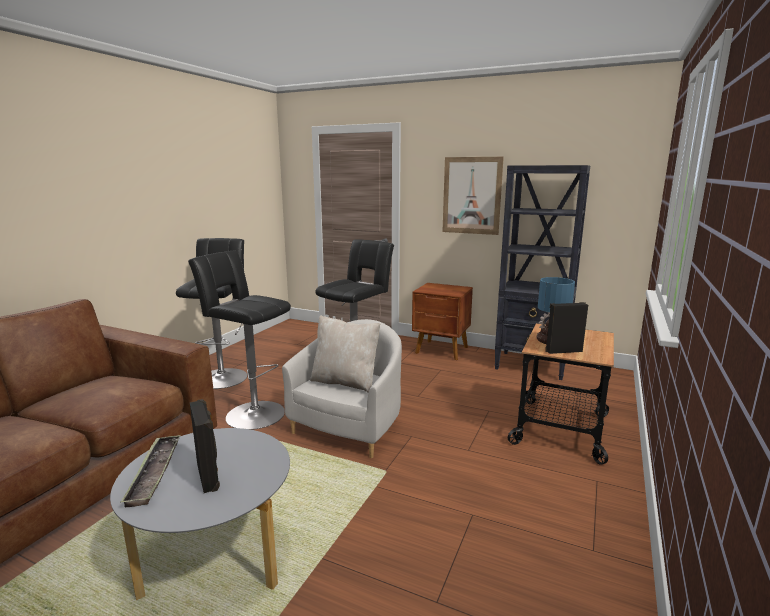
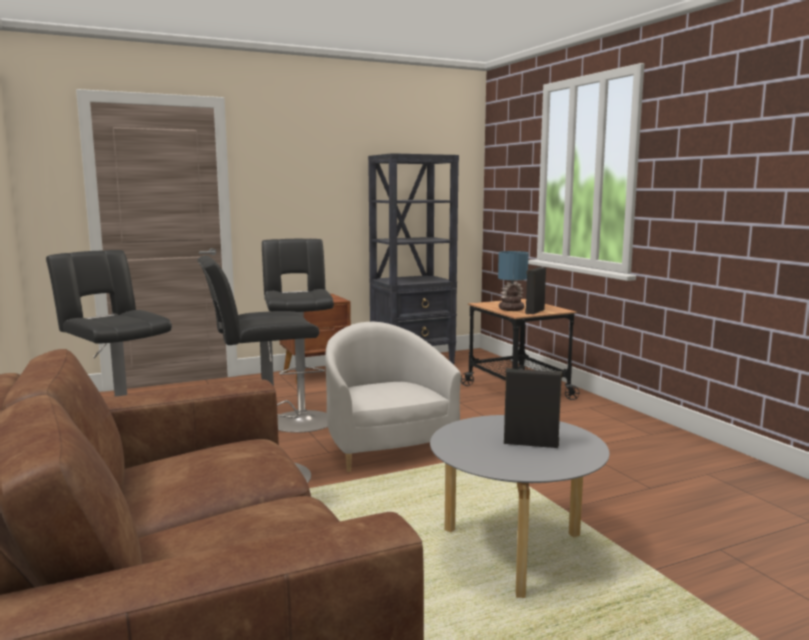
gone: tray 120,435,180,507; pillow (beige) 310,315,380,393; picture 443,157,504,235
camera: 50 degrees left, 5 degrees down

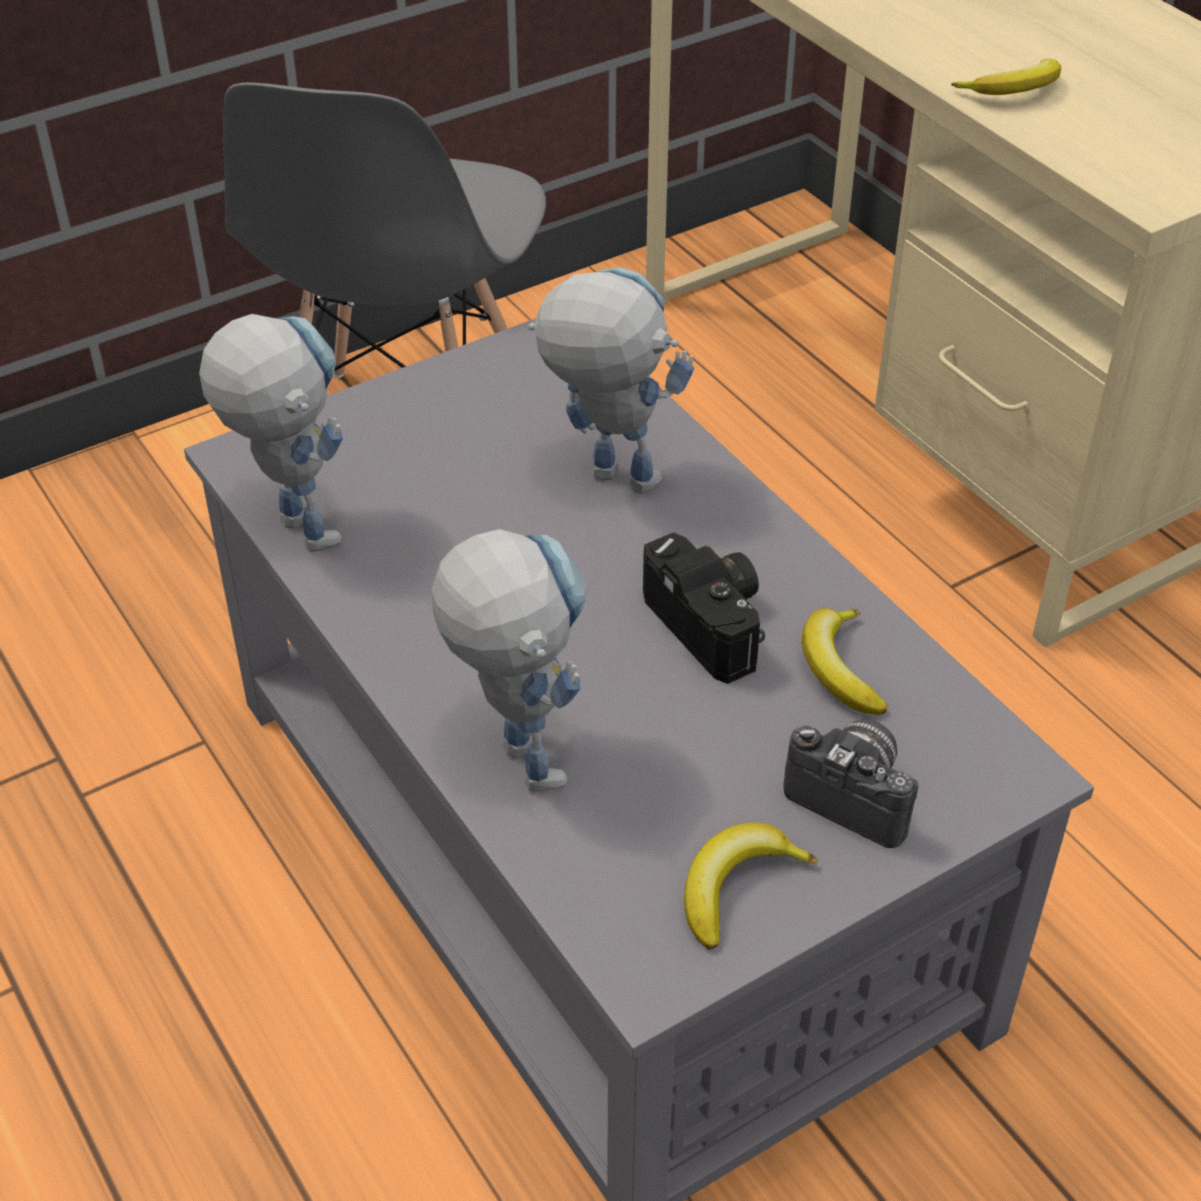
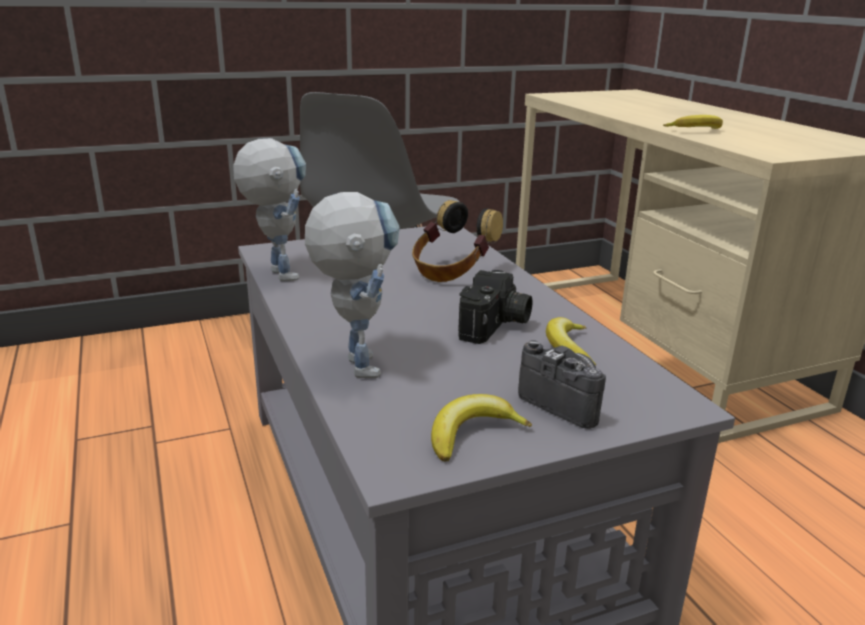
swapped: toy robot 528,267,694,494 to headphones 412,200,503,282
rotated: photo camera 643,532,765,684 = 458,270,532,344 45 degrees clockwise
camera: 10 degrees right, 20 degrees down

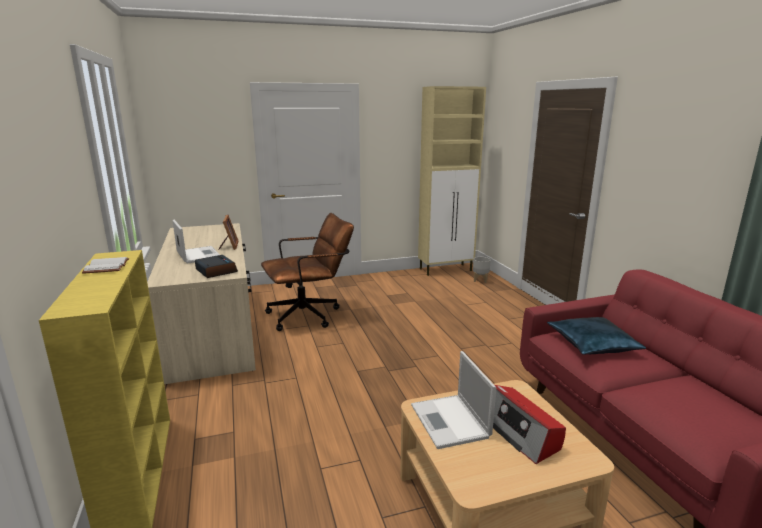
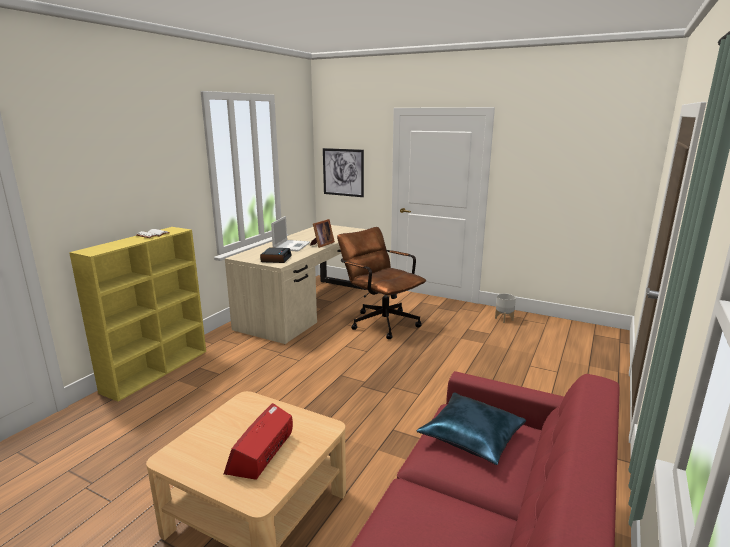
gone: laptop 411,351,496,449; cabinet (beige) 418,86,486,276
new: picture 323,148,364,197
shifted: planter (grey) 473,257,491,283 to 495,293,516,323
rotated: office chair (brown) 261,213,354,331 = 337,227,426,339 150 degrees counterclockwise
camera: 45 degrees right, 0 degrees up

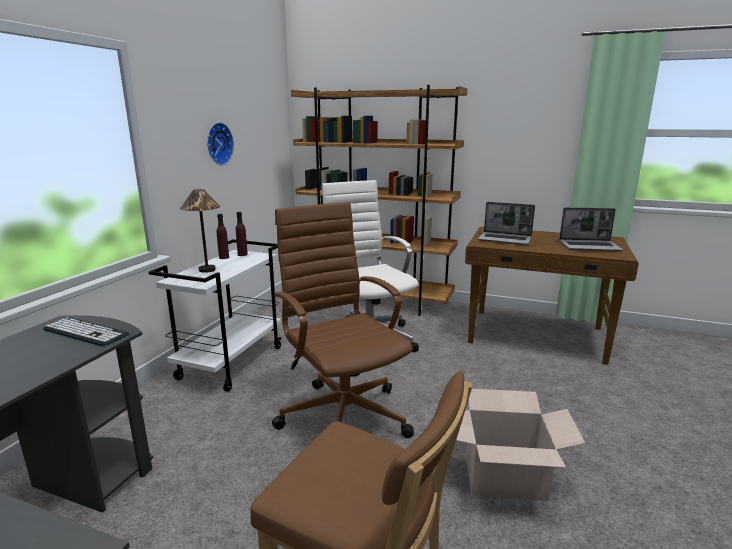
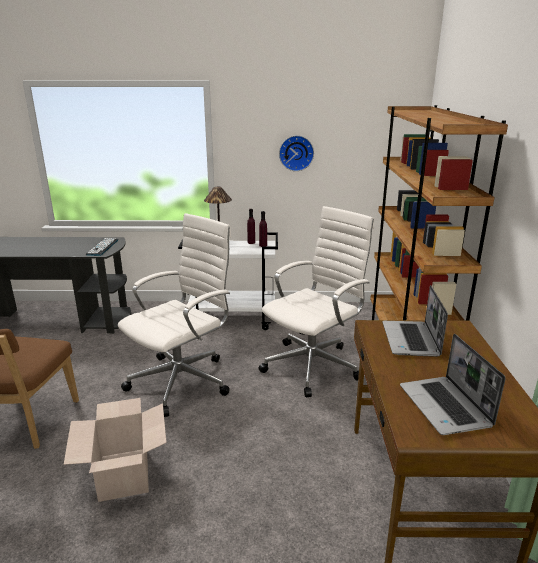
repainted: office chair (brown) 272,202,414,438 to office chair (white) 118,213,232,417
camera: 70 degrees right, 5 degrees up

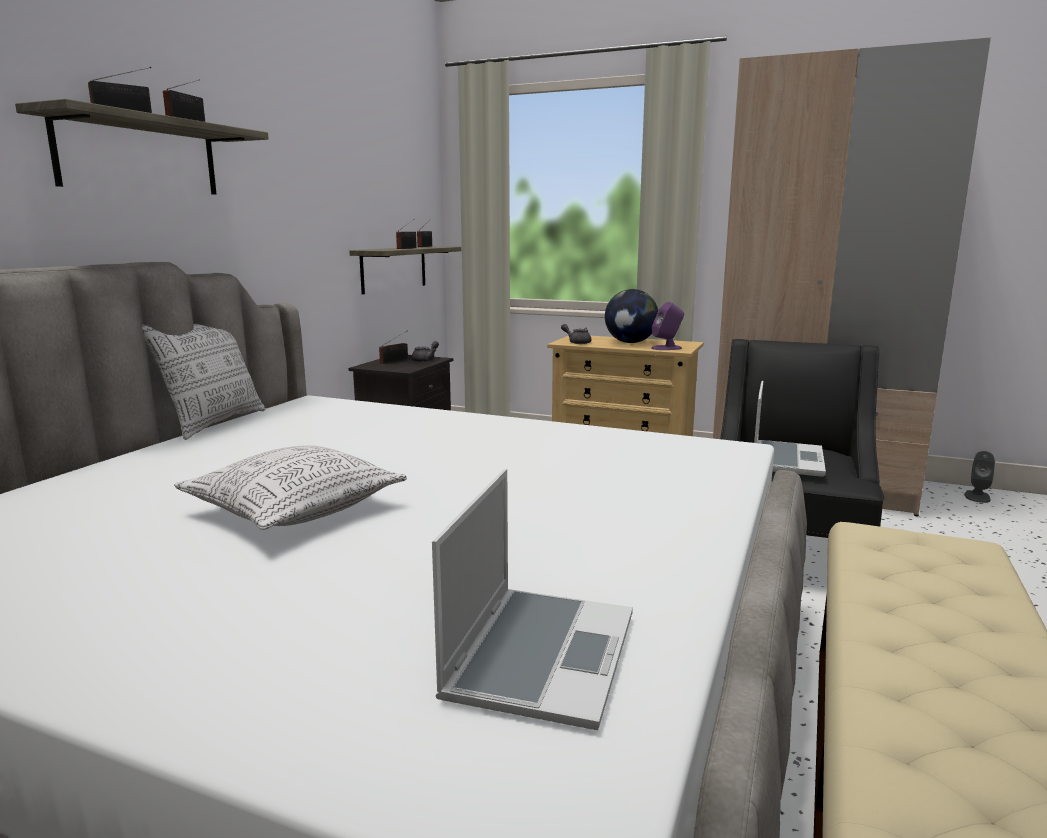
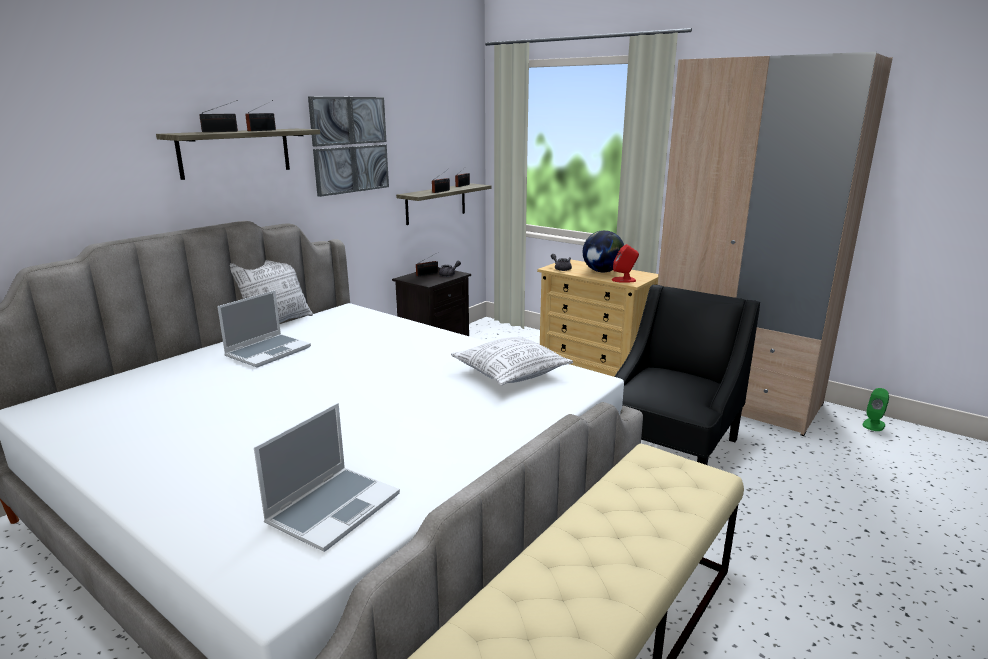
new: picture 308,97,389,197
shifted: laptop 754,381,826,477 to 217,290,311,368; pillow 174,445,407,530 to 451,336,573,385
repainted: speaker (purple) 651,302,684,350 to speaker (red) 612,244,639,283; speaker (grey) 965,451,995,503 to speaker (green) 863,388,889,431
camera: 15 degrees right, 5 degrees up

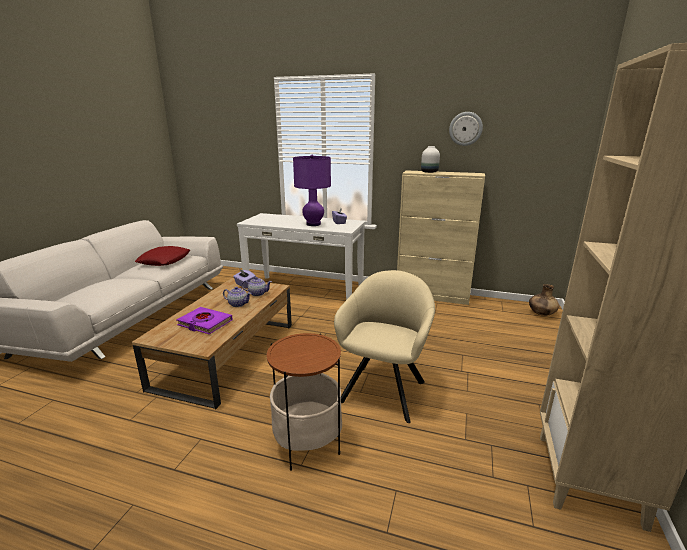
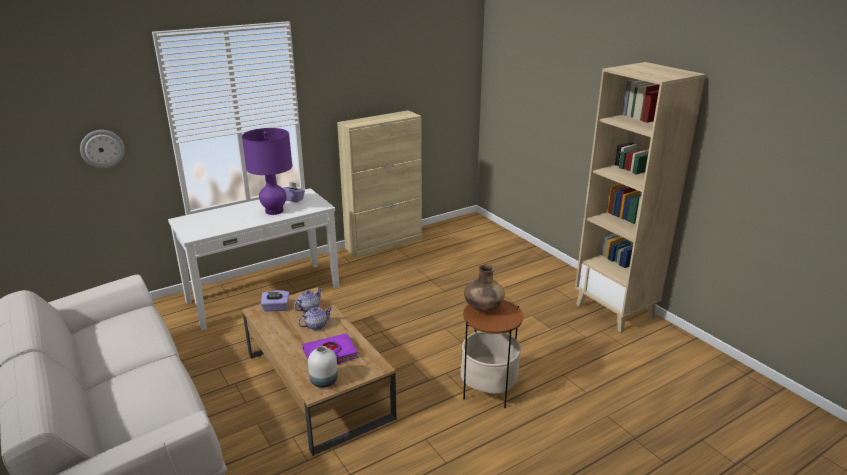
gone: pillow (red) 135,246,190,266; armchair (beige) 334,270,435,423
shifted: wall clock 449,112,483,146 to 80,130,125,169; vase (white) 421,146,440,173 to 308,346,338,388; vase (brown) 529,284,559,316 to 464,265,505,311
camera: 50 degrees left, 5 degrees up

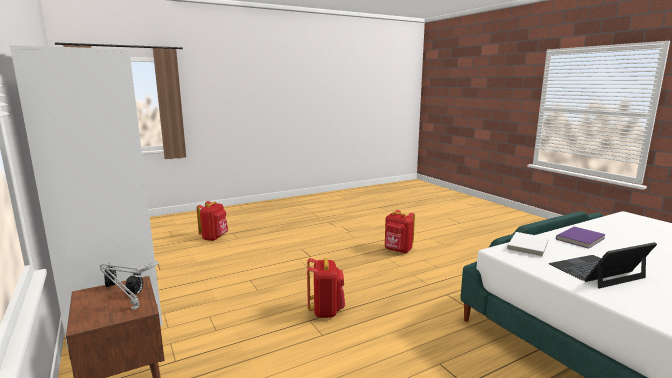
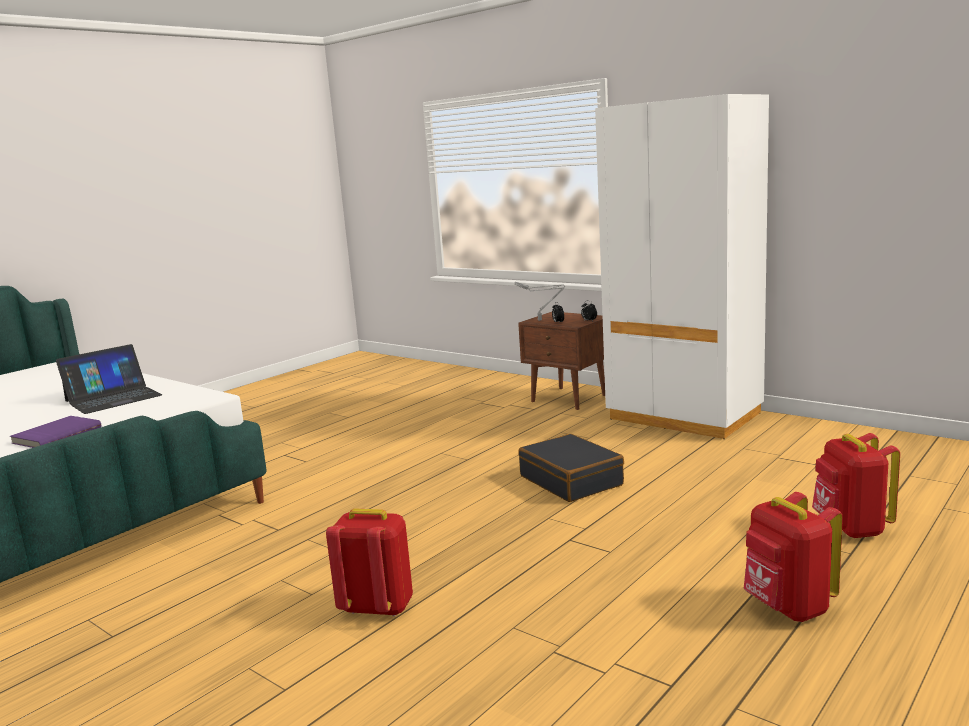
gone: book (white) 507,232,549,257
new: suitcase (black) 518,434,624,502
shifted: backpack (red) 307,258,345,318 to 744,492,843,622
camera: 160 degrees right, 0 degrees up

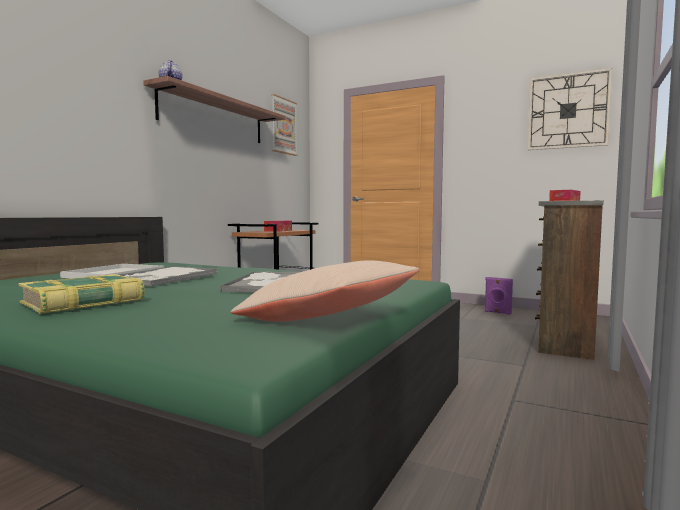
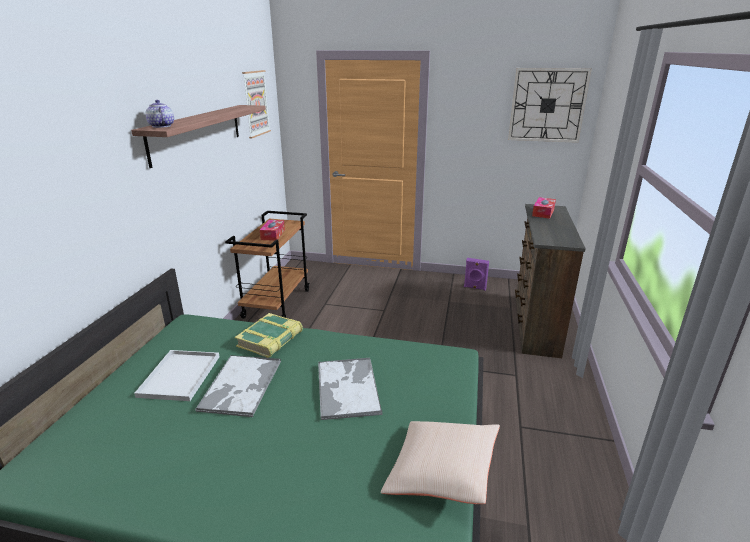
shifted: book 18,274,144,314 to 235,313,303,358
camera: 15 degrees left, 20 degrees up

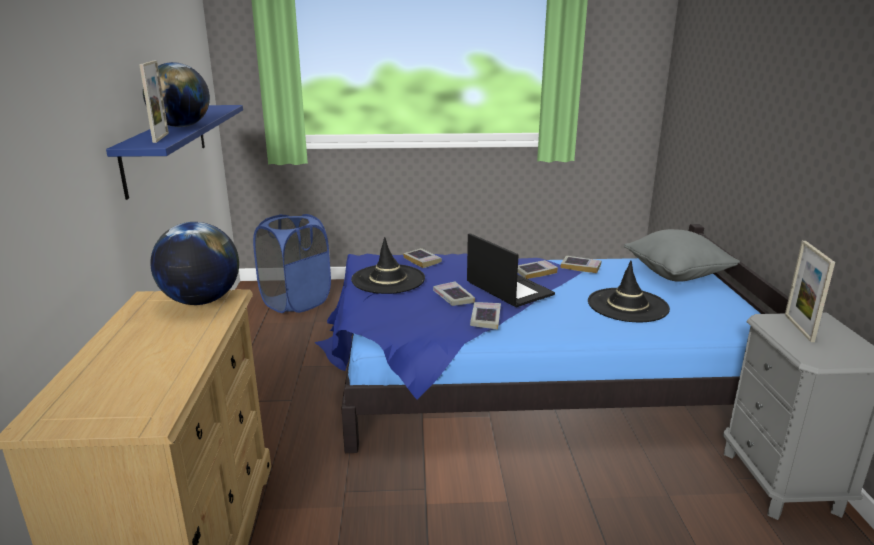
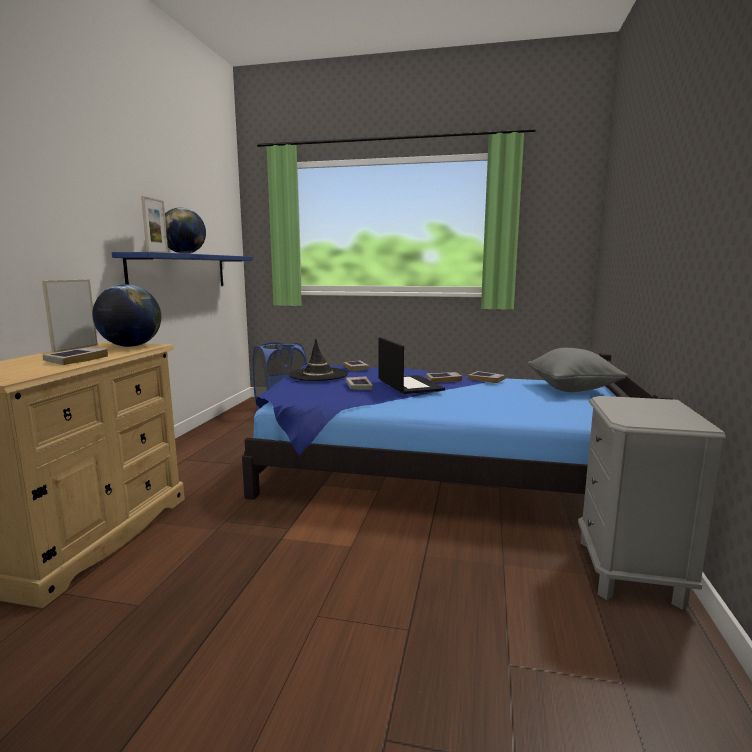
gone: hat (black) 588,260,670,322
shifted: picture frame 785,241,835,342 to 42,280,98,352; book 470,302,501,330 to 43,347,108,365
camera: 15 degrees right, 10 degrees down

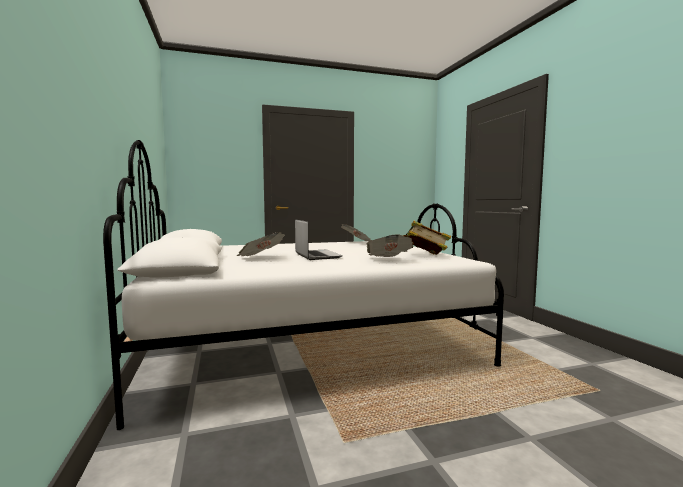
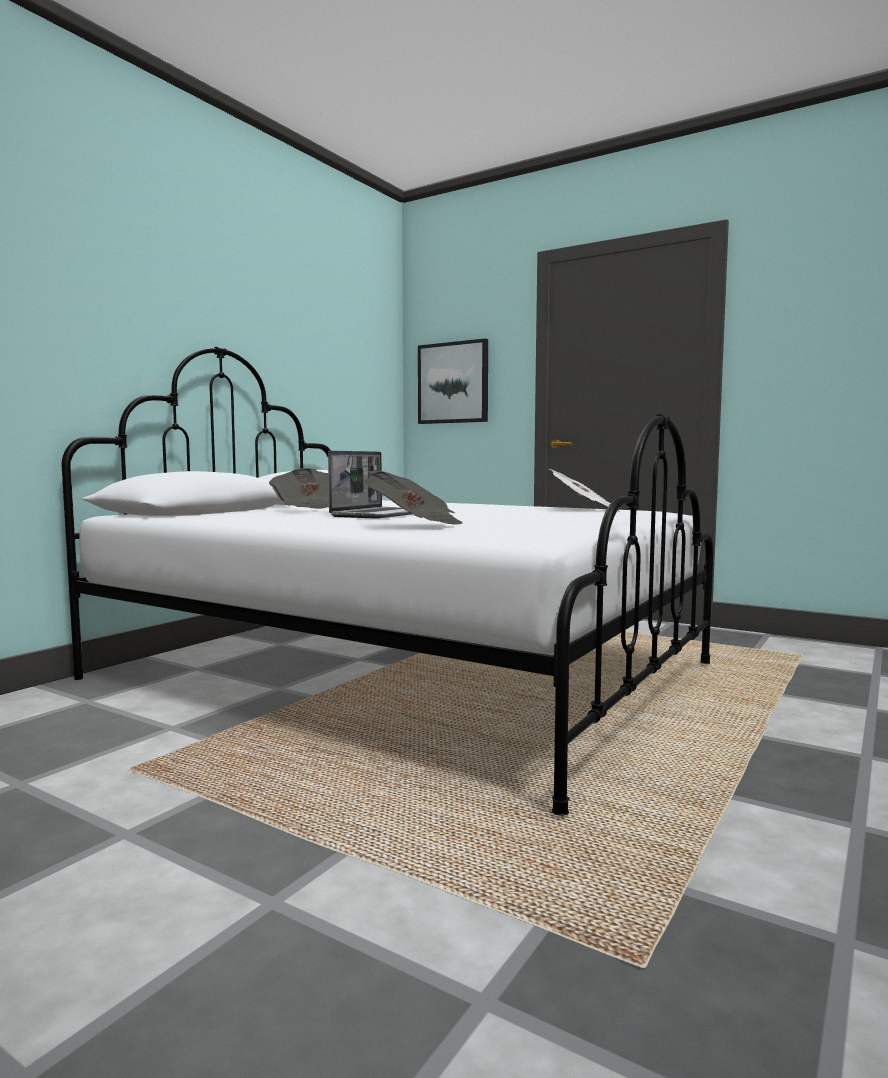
gone: book 403,221,451,255
new: picture 418,338,488,424
camera: 50 degrees right, 0 degrees up

